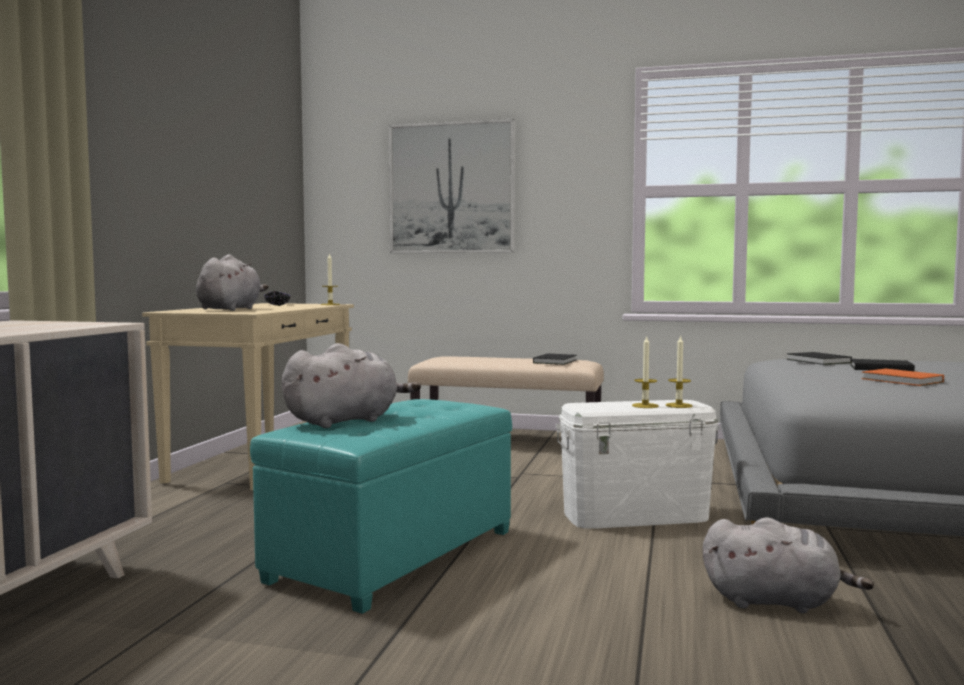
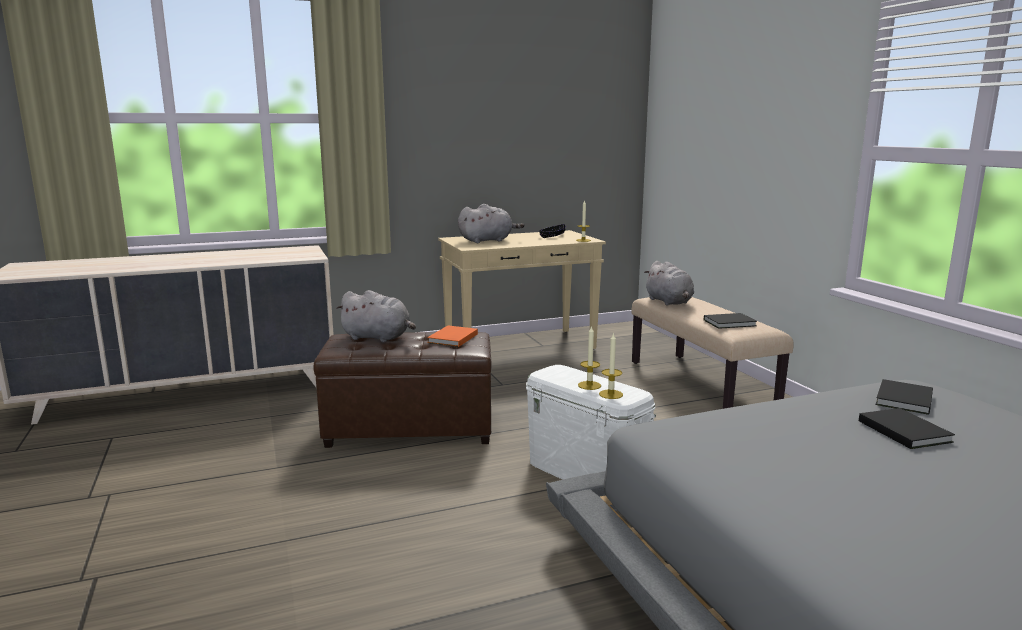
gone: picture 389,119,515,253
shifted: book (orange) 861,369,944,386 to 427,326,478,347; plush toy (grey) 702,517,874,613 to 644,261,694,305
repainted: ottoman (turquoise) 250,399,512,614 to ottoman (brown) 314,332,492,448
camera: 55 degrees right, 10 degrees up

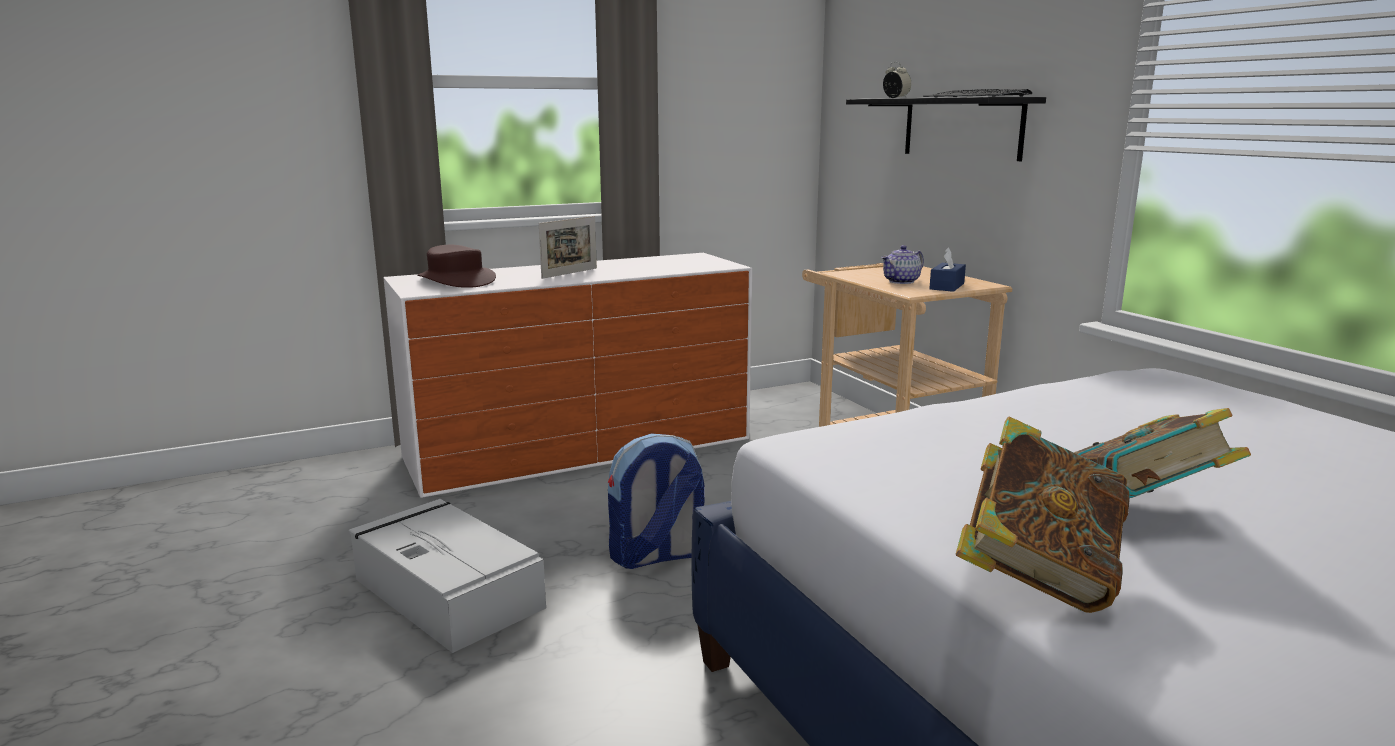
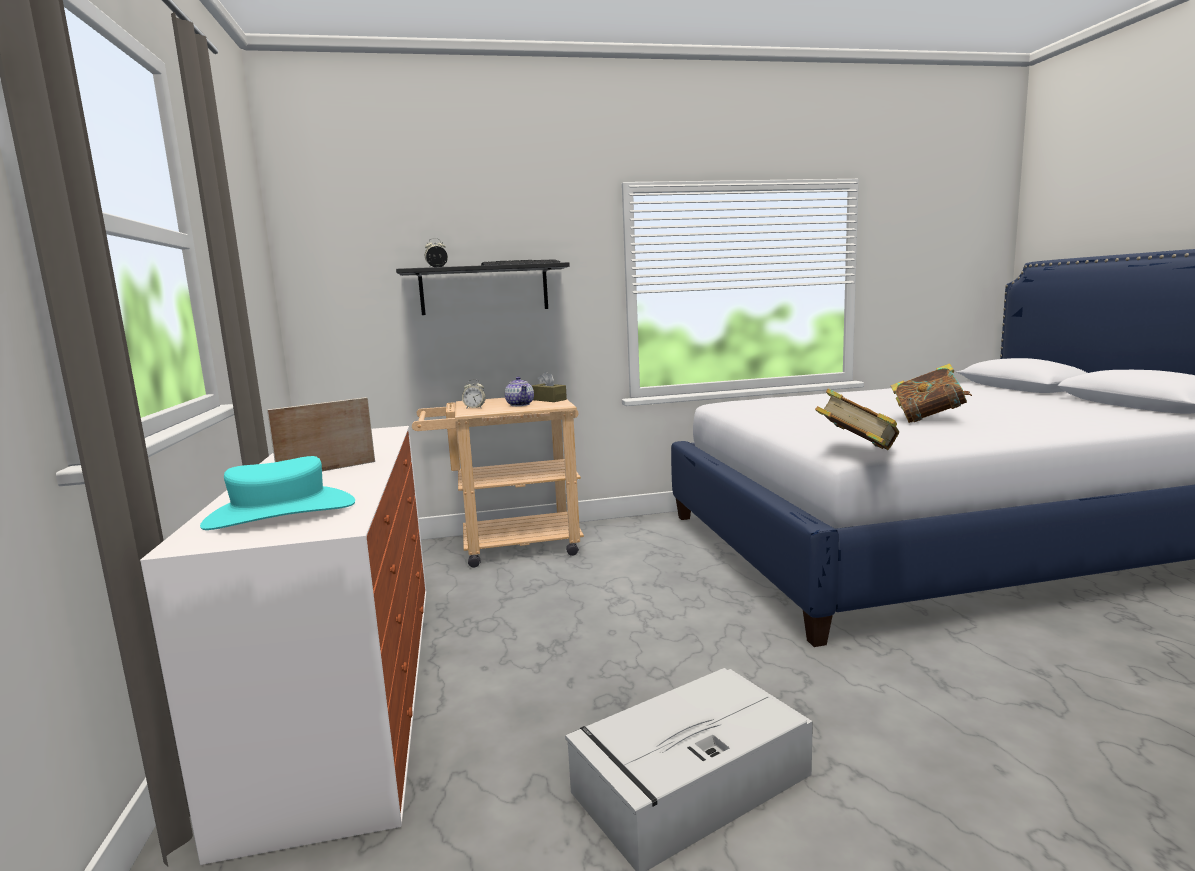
gone: backpack 608,433,705,569
new: alarm clock 462,379,486,409
shifted: book 955,417,1130,613 to 815,389,899,450
repainted: hat (brown) 417,245,496,288 to hat (turquoise) 200,456,355,530; tissue box (blue) 929,247,966,292 to tissue box (brown) 531,371,567,402
rotated: picture frame 539,216,597,279 = 267,397,375,471 90 degrees counterclockwise
camera: 75 degrees left, 5 degrees down

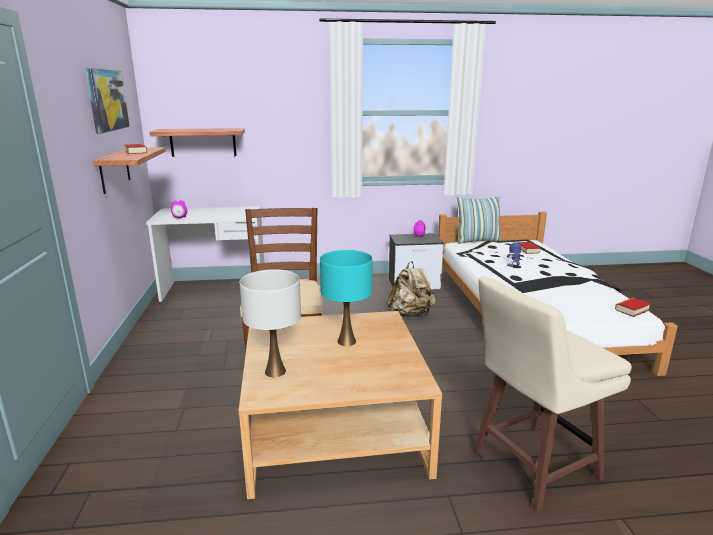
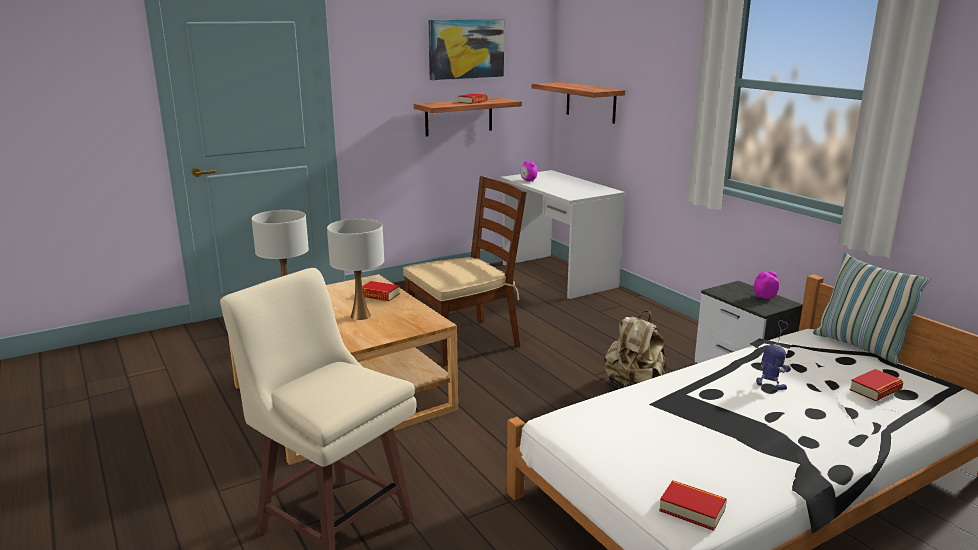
new: book 362,281,400,301
repainted: table lamp (turquoise) 320,250,373,346 to table lamp (white) 327,219,384,320
camera: 65 degrees right, 0 degrees up

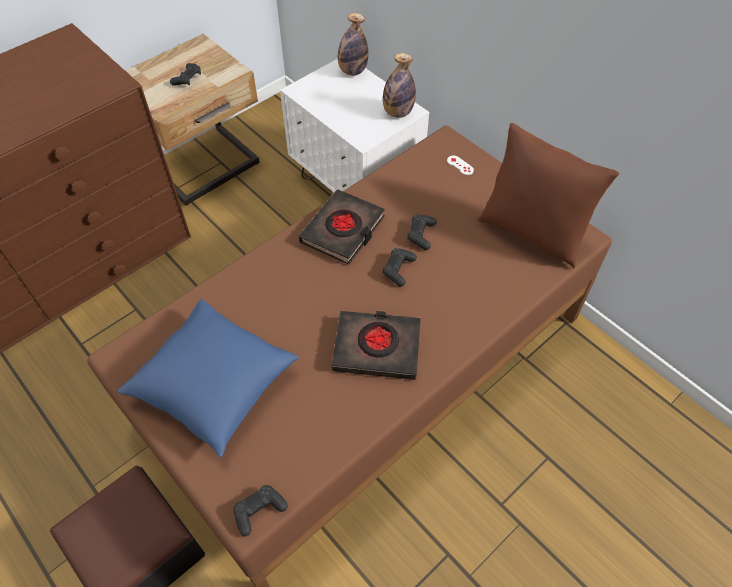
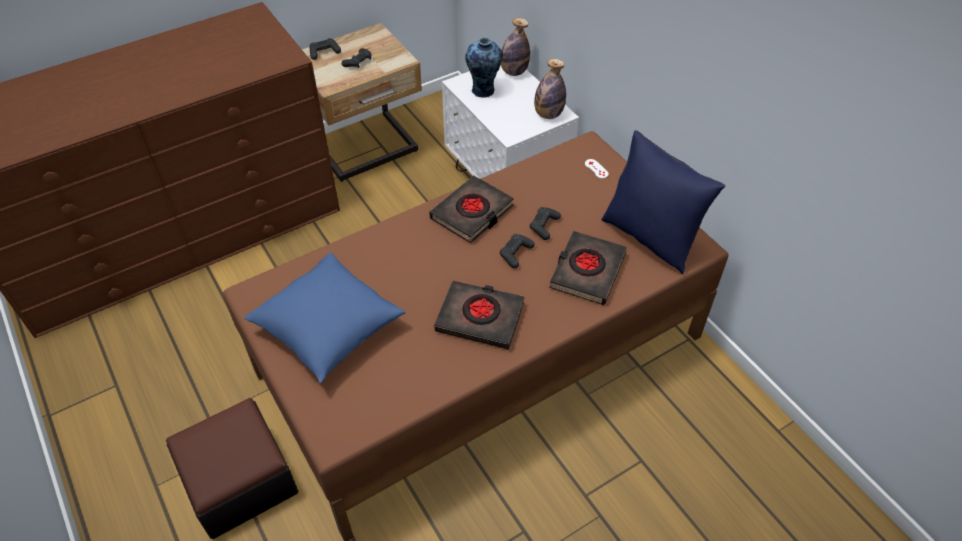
new: vase 465,37,503,98; book (black) 549,231,627,305
shifted: game controller (black) 234,485,288,536 to 309,38,341,60
repainted: pillow (brown) 478,123,619,268 to pillow (blue) 602,130,725,275
camera: 10 degrees right, 5 degrees down

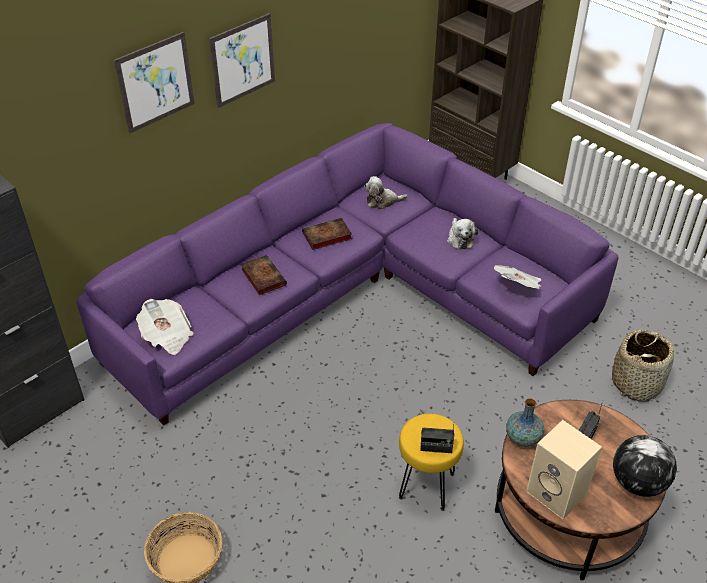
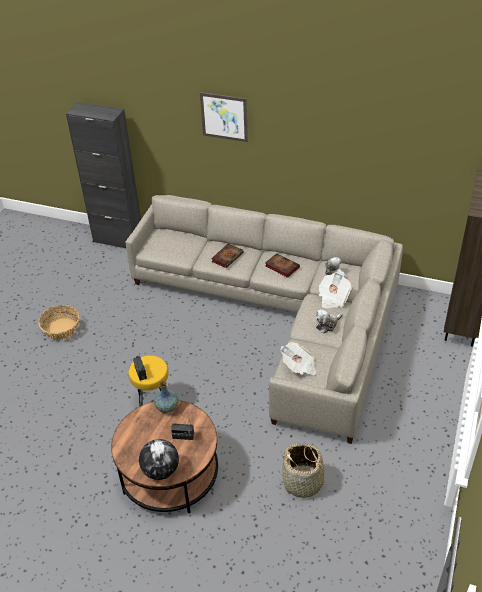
gone: picture 209,13,275,108; speaker (beige) 526,420,602,519
shifted: newspaper 136,299,194,355 to 318,272,352,308
repainted: sofa (purple) 76,123,619,426 to sofa (grey) 126,195,403,444
camera: 65 degrees right, 0 degrees up

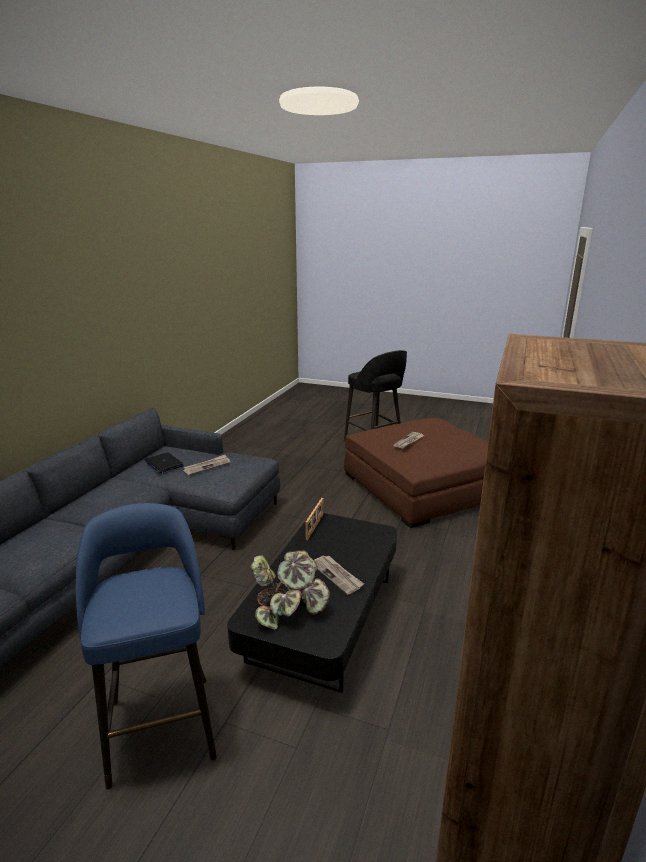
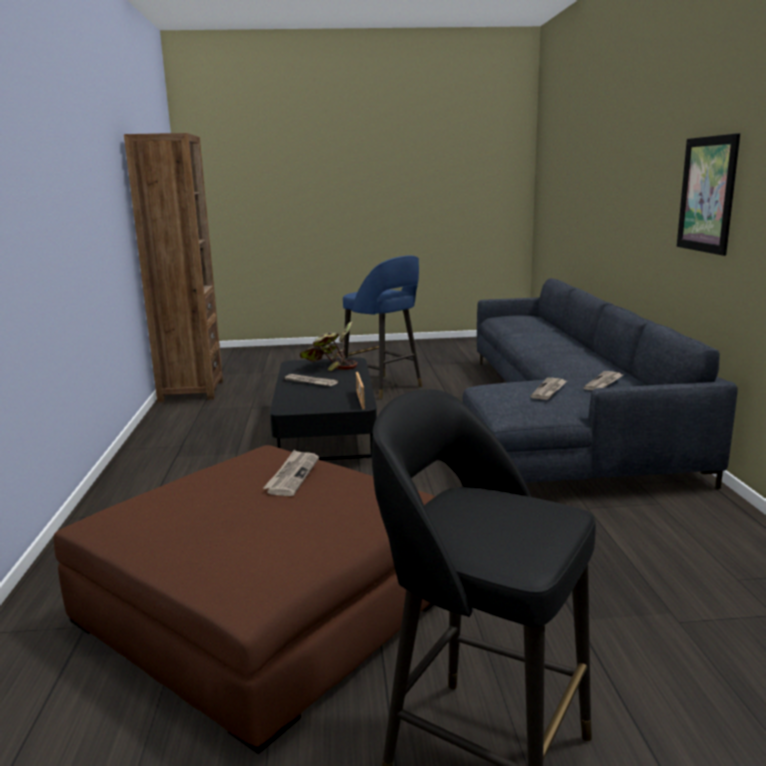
new: picture 677,133,740,256
swapped: laptop 145,452,184,473 to newspaper 583,371,623,391
camera: 155 degrees right, 5 degrees down

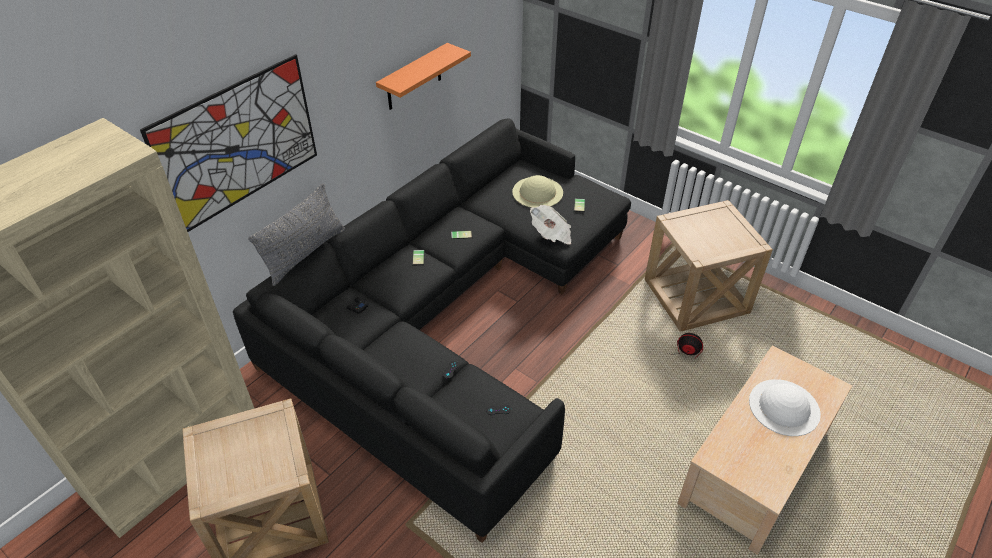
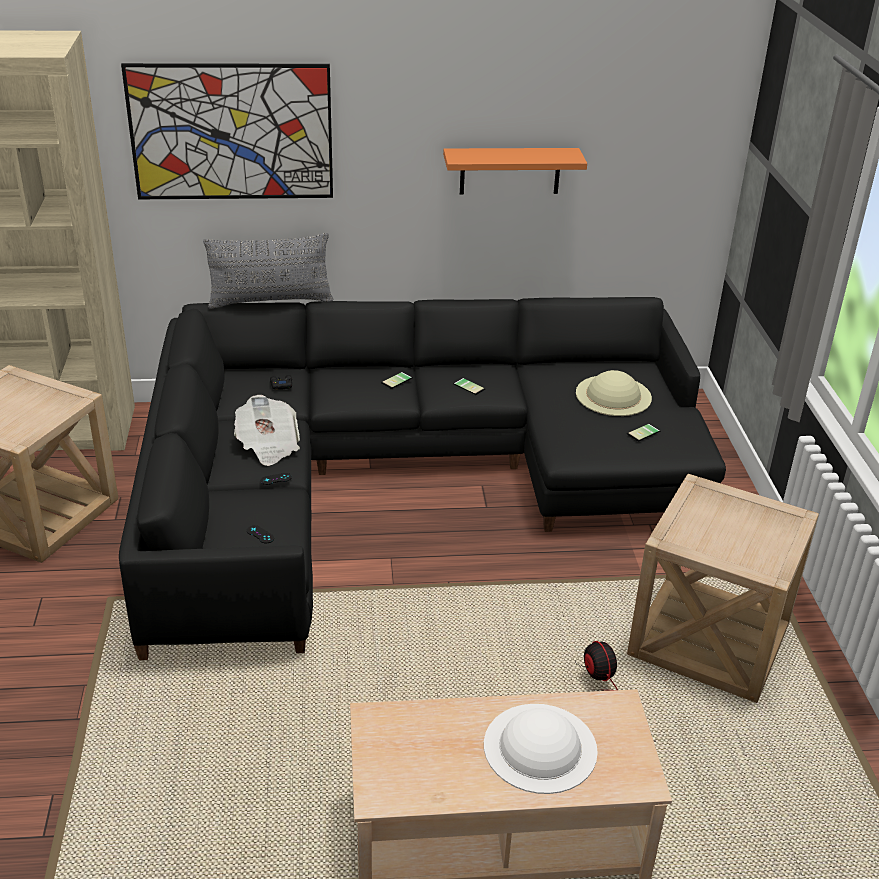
shifted: newspaper 530,205,571,245 to 234,395,300,466
camera: 45 degrees right, 10 degrees down

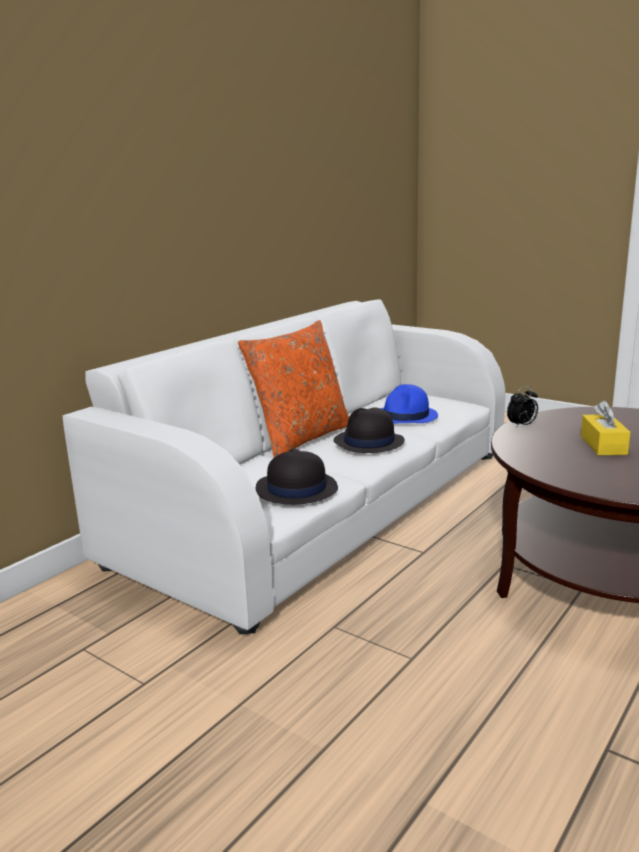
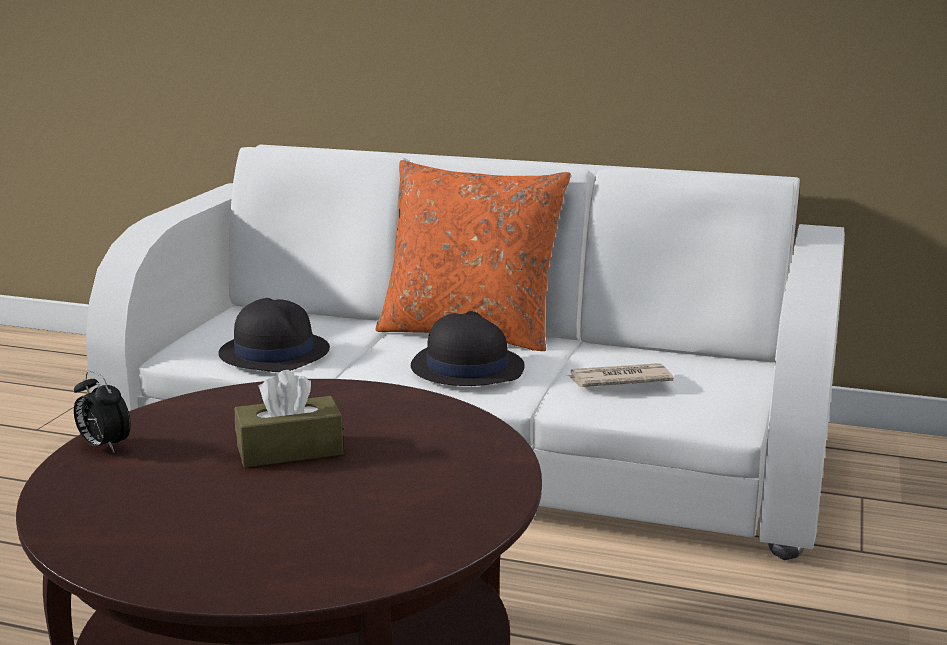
shifted: alarm clock 507,386,538,428 to 74,371,131,453
swapped: hat (blue) 380,384,438,424 to newspaper 567,363,674,387
repainted: tissue box (yellow) 581,400,631,455 to tissue box (brown) 235,370,343,468
camera: 70 degrees right, 0 degrees up

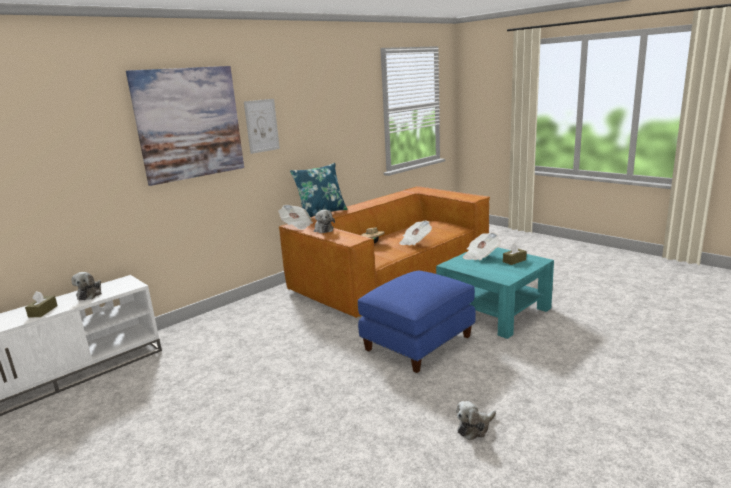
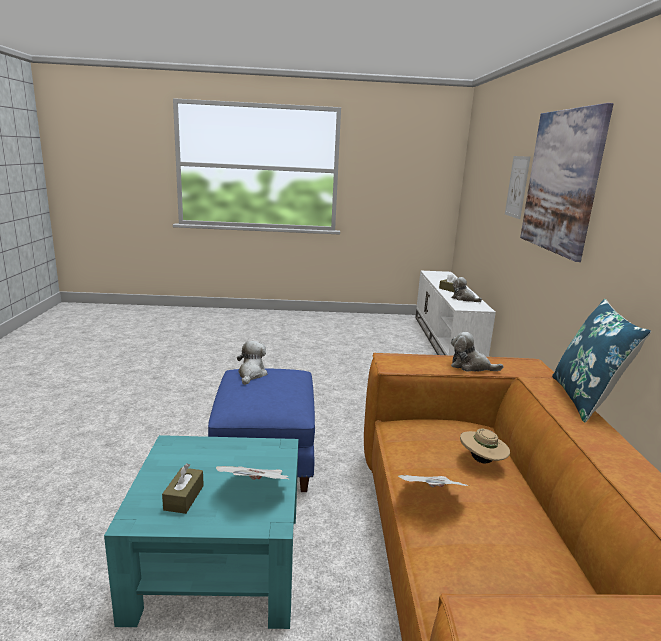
gone: newspaper 278,205,313,230
shifted: plush toy 456,401,496,441 to 237,341,267,385; picture 244,99,280,154 to 505,156,530,219
camera: 130 degrees right, 0 degrees up

